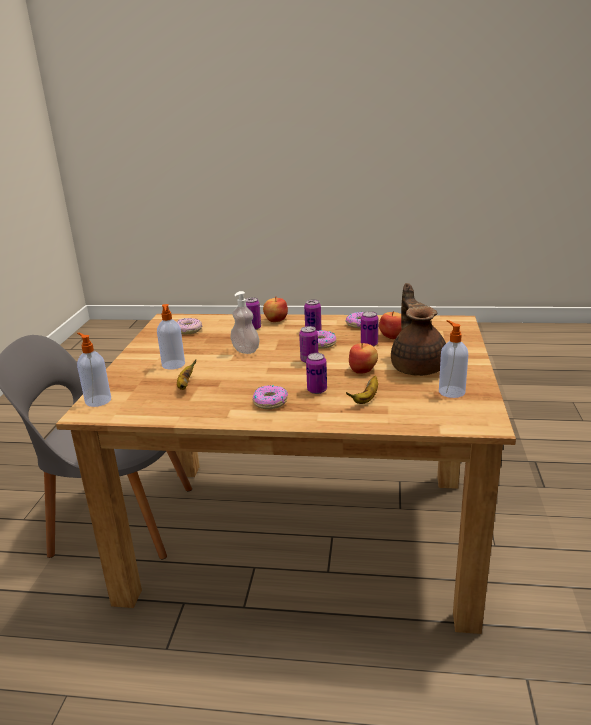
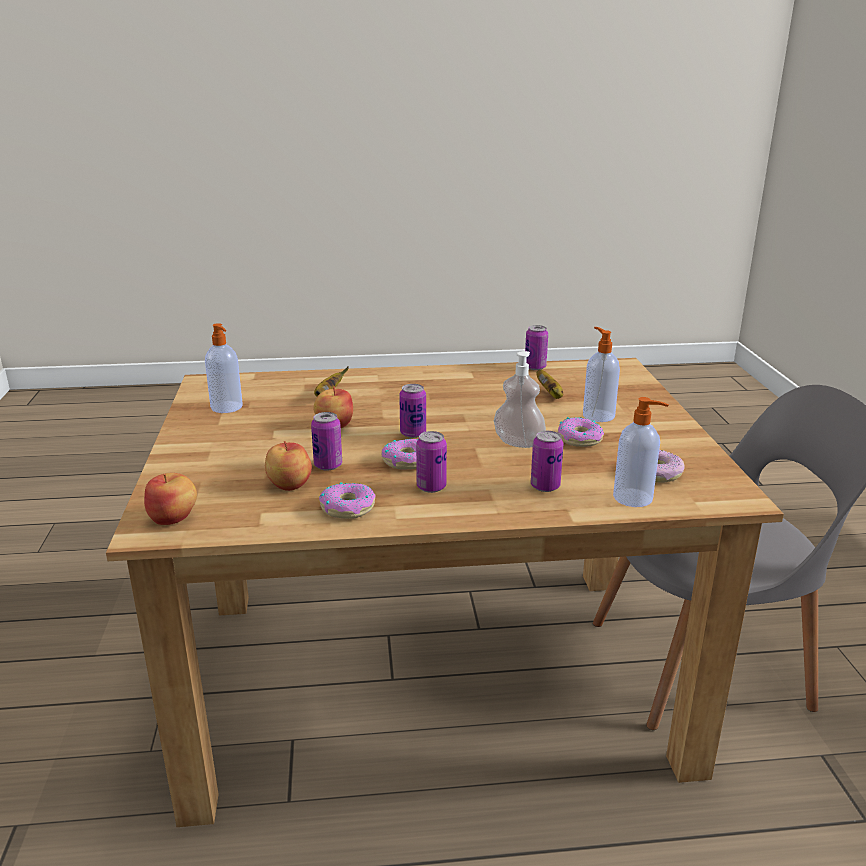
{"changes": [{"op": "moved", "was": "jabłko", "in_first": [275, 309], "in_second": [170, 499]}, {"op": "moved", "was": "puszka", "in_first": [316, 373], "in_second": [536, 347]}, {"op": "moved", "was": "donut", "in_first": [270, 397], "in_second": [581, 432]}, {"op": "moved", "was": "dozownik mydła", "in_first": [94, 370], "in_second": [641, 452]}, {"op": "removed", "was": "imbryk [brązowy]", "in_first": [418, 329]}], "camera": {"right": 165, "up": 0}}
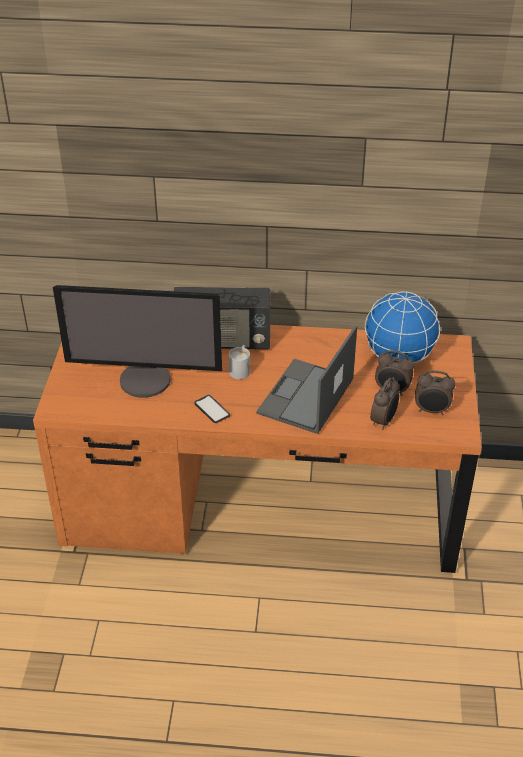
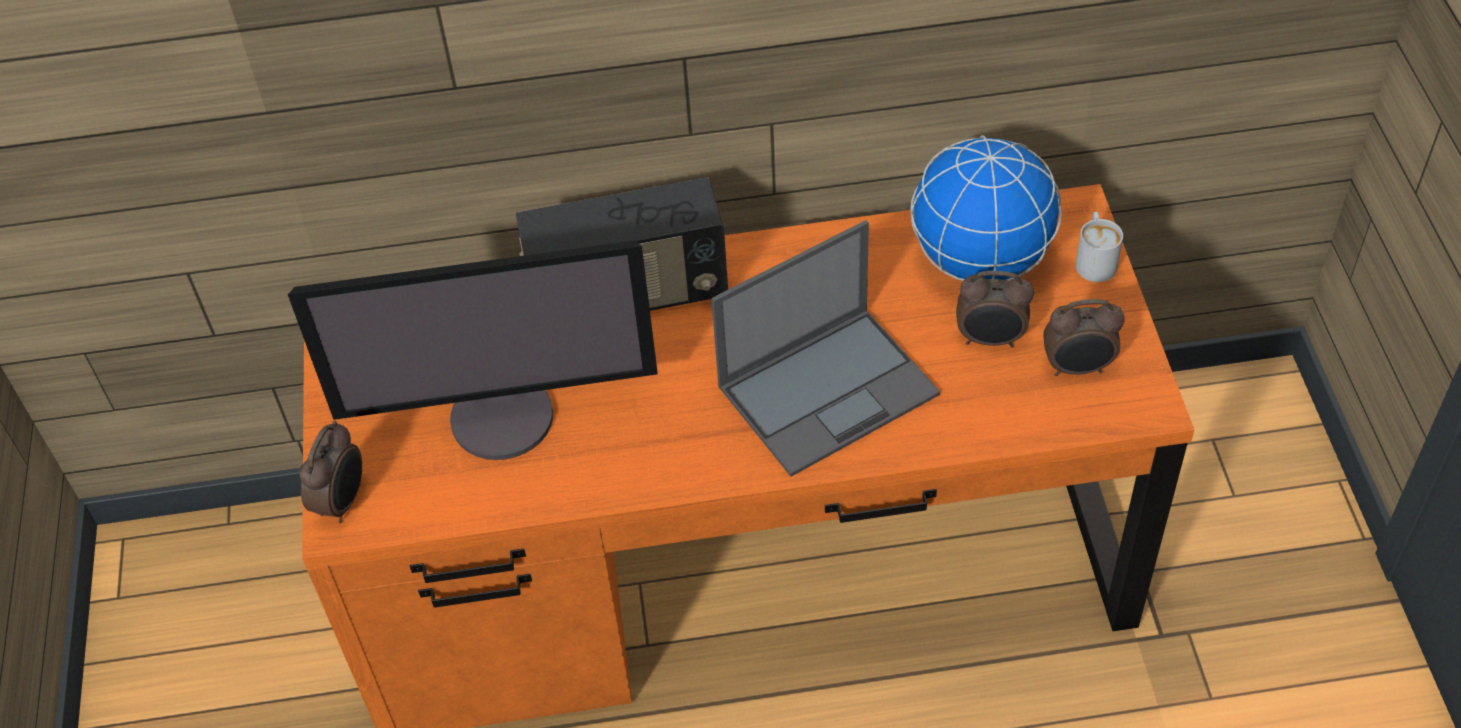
{"changes": [{"op": "moved", "was": "budzik", "in_first": [384, 403], "in_second": [330, 472]}, {"op": "turned", "was": "laptop", "in_first": [306, 380], "in_second": [825, 348], "clockwise": -135}, {"op": "moved", "was": "kubek [biały]", "in_first": [239, 362], "in_second": [1099, 247]}, {"op": "removed", "was": "telefon", "in_first": [212, 409]}], "camera": {"right": -10, "up": 10}}
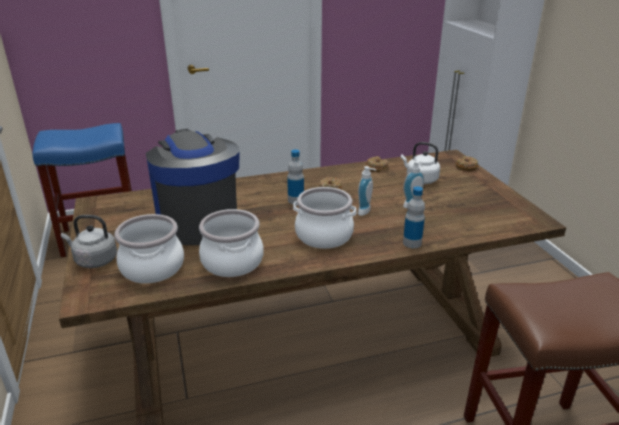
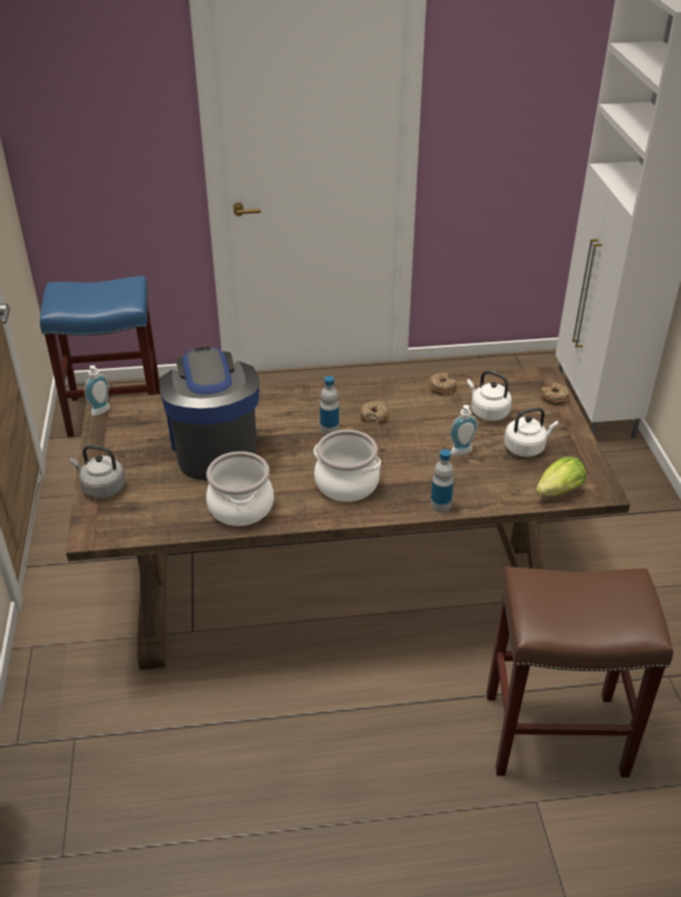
{"changes": [{"op": "moved", "was": "dozownik mydła", "in_first": [367, 191], "in_second": [97, 390]}, {"op": "added", "now": "czajnik [biały]", "in_second": [531, 432]}, {"op": "added", "now": "sałata", "in_second": [561, 476]}, {"op": "removed", "was": "garnek", "in_first": [149, 249]}], "camera": {"right": 10, "up": 10}}
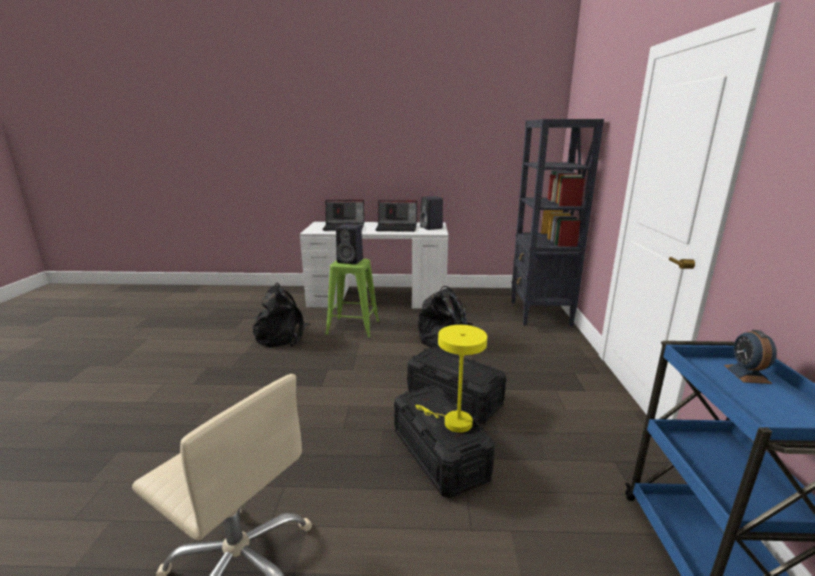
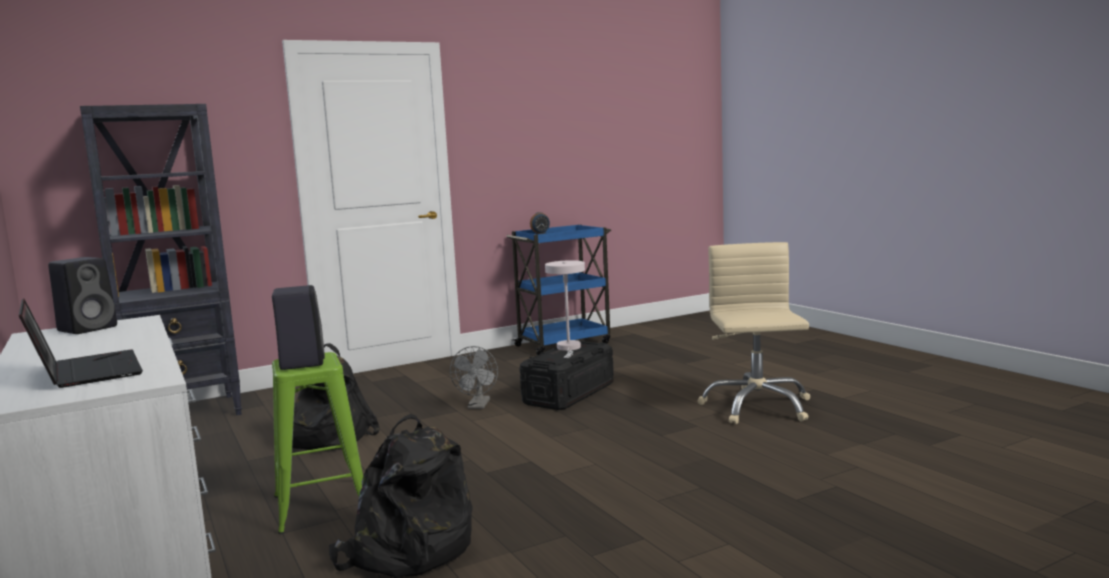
{"changes": [{"op": "replaced", "was": "pojemnik do przechowywania [czarny]", "now": "wentylator [szary]", "in_first": [456, 385], "in_second": [474, 377]}, {"op": "recoloured", "was": "lampa stołowa [żółty]", "now": "lampa stołowa [biały]", "in_first": [451, 379], "in_second": [565, 309]}, {"op": "removed", "was": "laptop", "in_first": [396, 216]}], "camera": {"right": -120, "up": -10}}
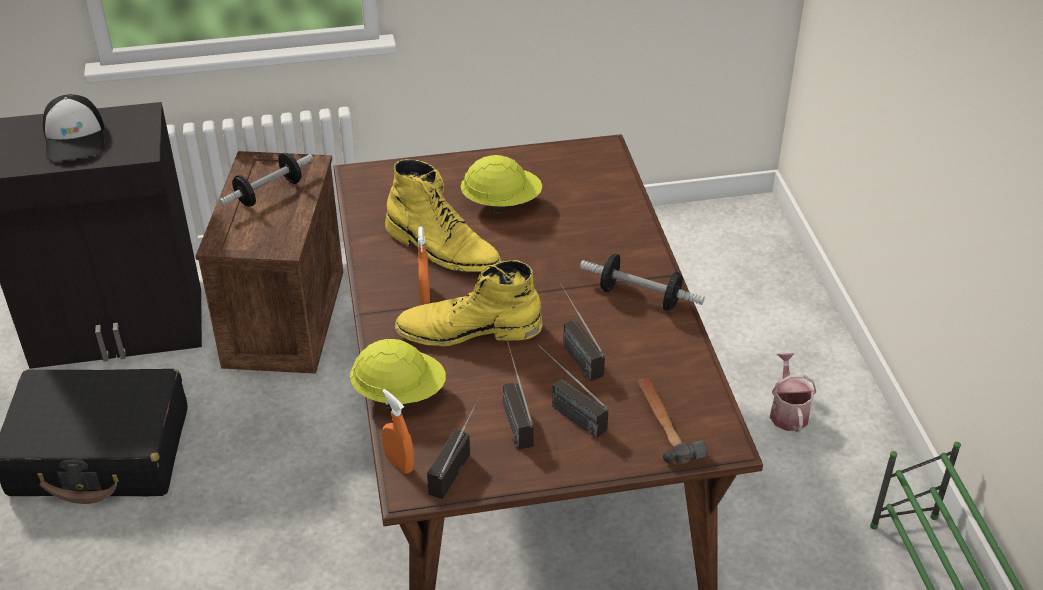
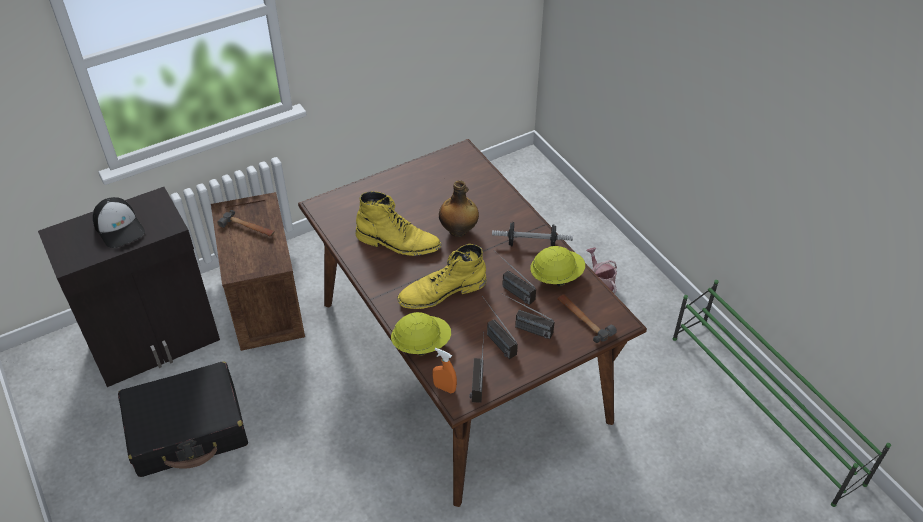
{"changes": [{"op": "replaced", "was": "hantel", "now": "młotek", "in_first": [266, 179], "in_second": [246, 223]}, {"op": "added", "now": "butelka", "in_second": [459, 208]}, {"op": "moved", "was": "kask [żółty]", "in_first": [501, 184], "in_second": [557, 266]}, {"op": "removed", "was": "spryskiwacz [pomarańczowy]", "in_first": [424, 265]}], "camera": {"right": -20, "up": 5}}
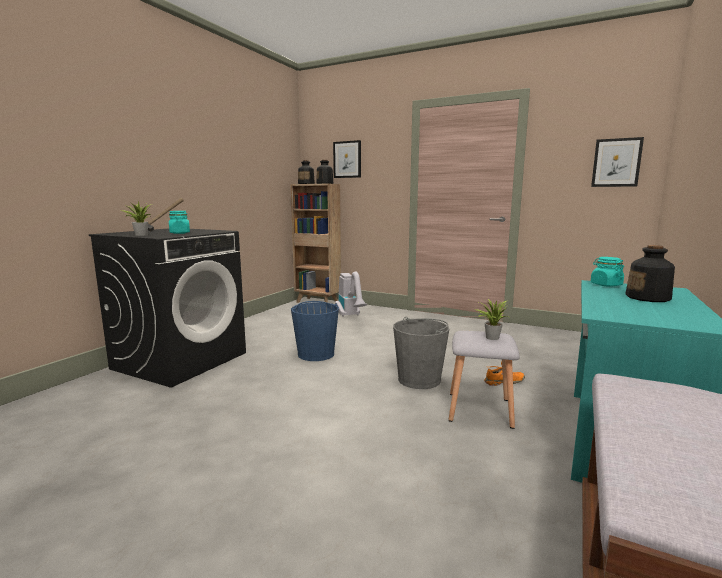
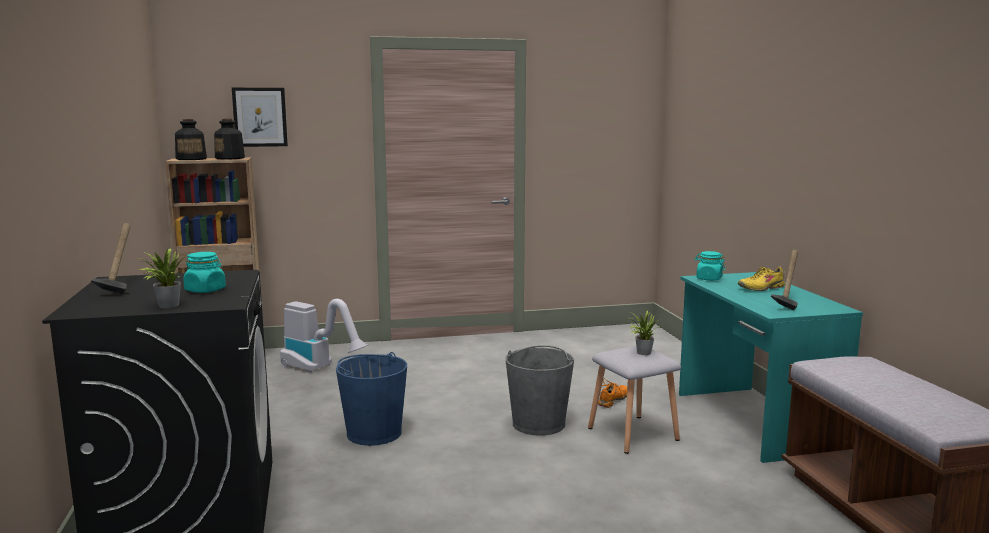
{"changes": [{"op": "replaced", "was": "butelka", "now": "but [żółty]", "in_first": [650, 273], "in_second": [761, 278]}, {"op": "added", "now": "młotek", "in_second": [784, 280]}, {"op": "removed", "was": "obraz", "in_first": [617, 162]}], "camera": {"right": -40, "up": 0}}
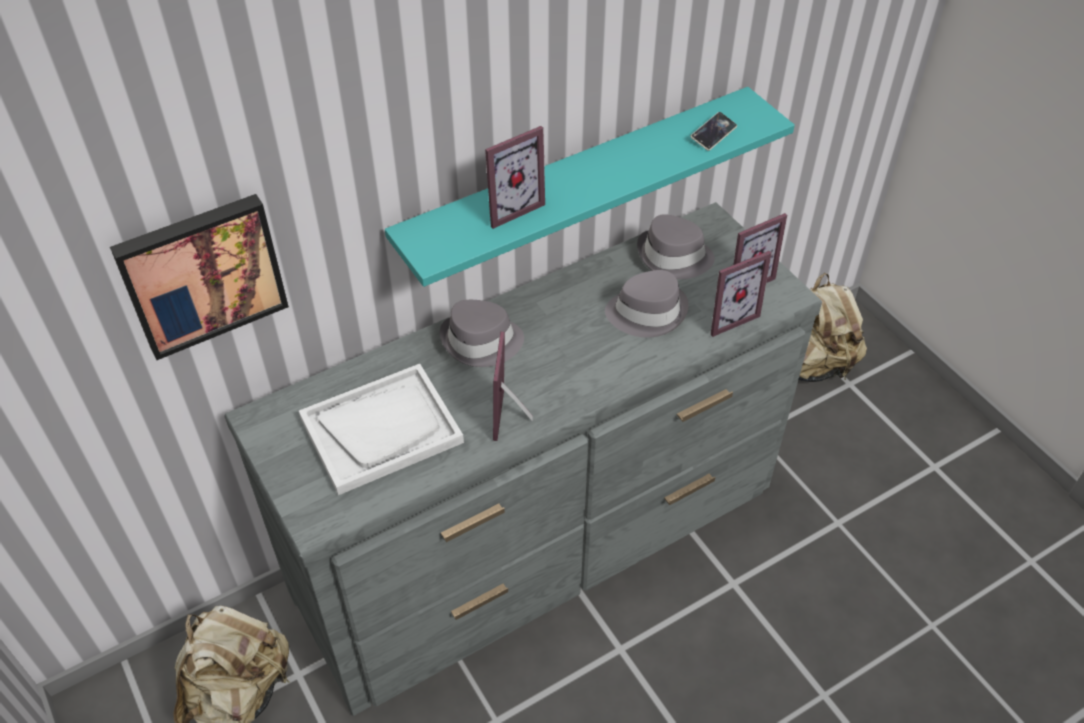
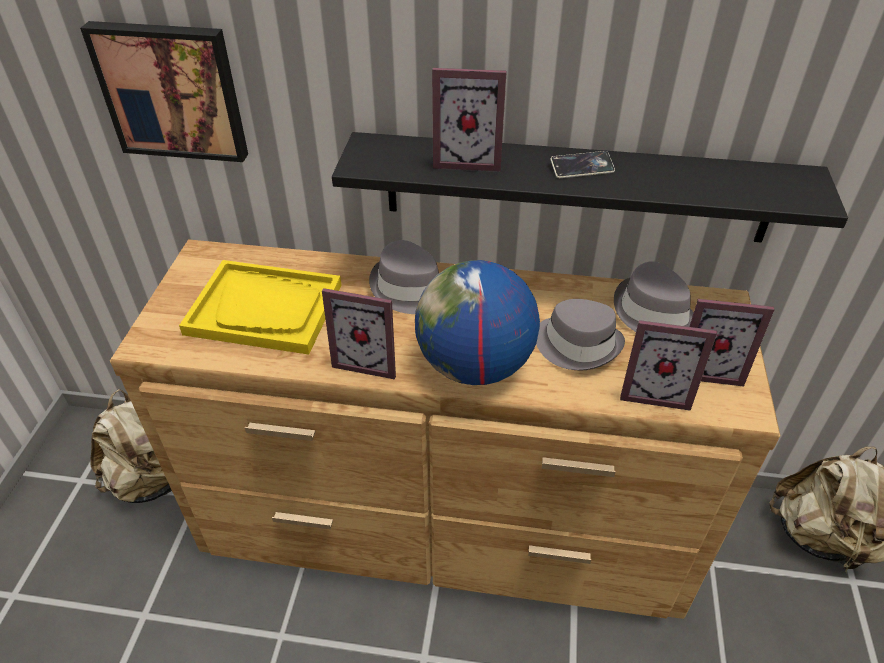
{"changes": [{"op": "recoloured", "was": "komoda [szary]", "now": "komoda [brązowy]", "in_first": [523, 459], "in_second": [445, 429]}, {"op": "recoloured", "was": "taca [biały]", "now": "taca [żółty]", "in_first": [381, 429], "in_second": [260, 307]}, {"op": "turned", "was": "ramka na zdjęcie", "in_first": [513, 386], "in_second": [359, 333], "clockwise": -120}, {"op": "recoloured", "was": "półka [turkusowy]", "now": "półka [czarny]", "in_first": [590, 187], "in_second": [590, 187]}, {"op": "added", "now": "globus", "in_second": [477, 322]}, {"op": "moved", "was": "telefon", "in_first": [713, 131], "in_second": [582, 164]}], "camera": {"right": 40, "up": -5}}
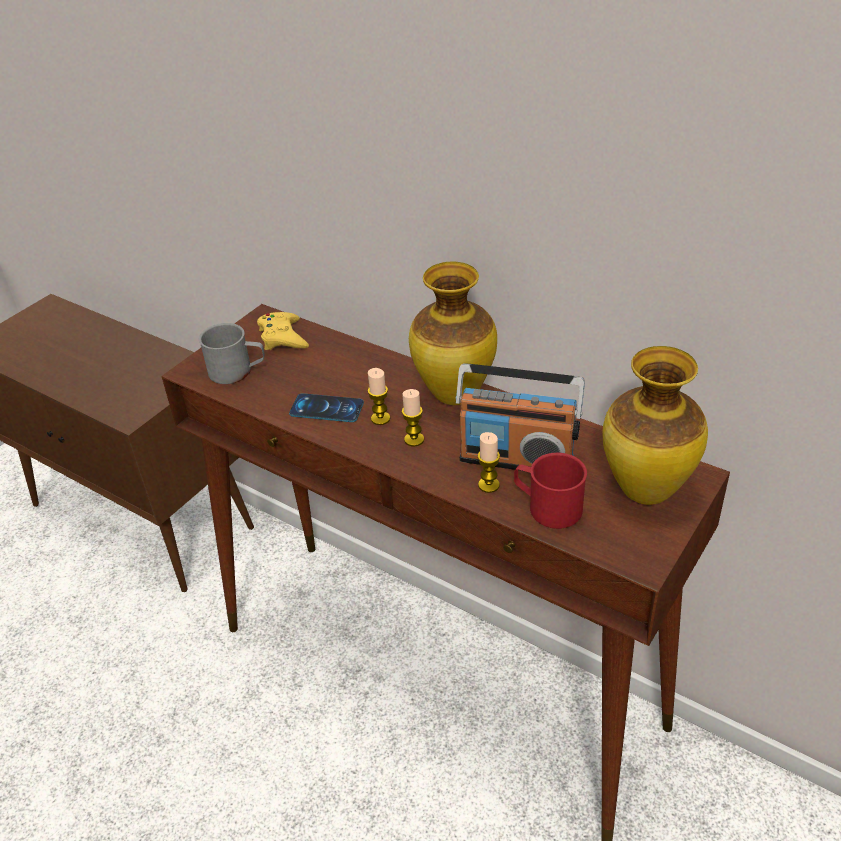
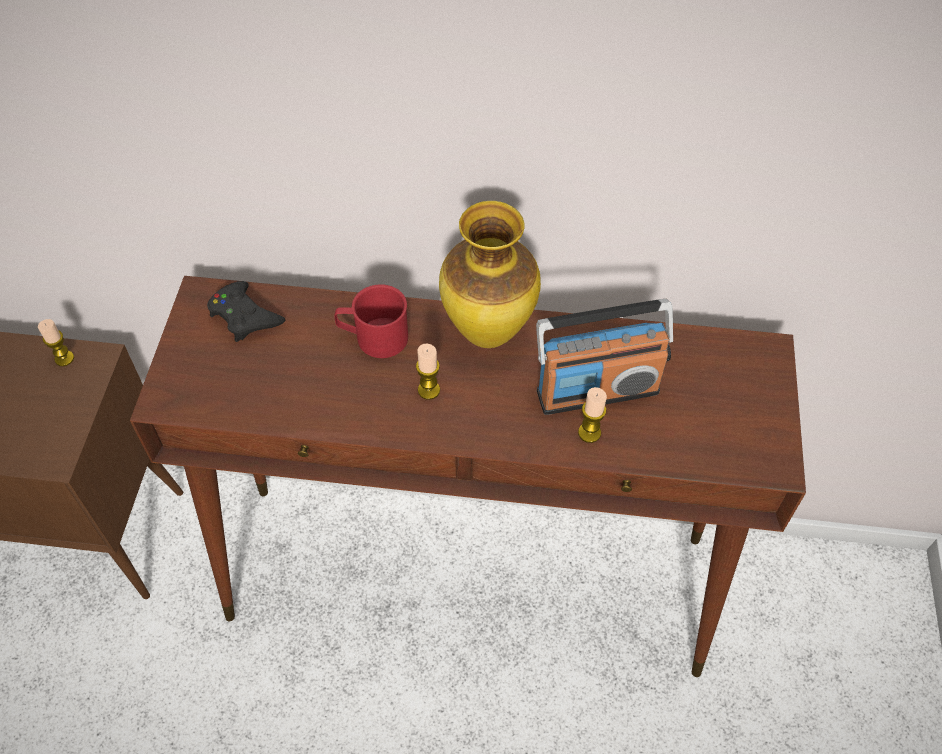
{"changes": [{"op": "moved", "was": "świeca", "in_first": [413, 417], "in_second": [56, 342]}, {"op": "recoloured", "was": "pad do gier [żółty]", "now": "pad do gier [czarny]", "in_first": [283, 331], "in_second": [246, 311]}, {"op": "moved", "was": "kubek [czerwony]", "in_first": [550, 491], "in_second": [371, 321]}, {"op": "removed", "was": "kubek [szary]", "in_first": [232, 353]}, {"op": "removed", "was": "telefon", "in_first": [326, 407]}, {"op": "removed", "was": "wazon", "in_first": [655, 425]}], "camera": {"right": -30, "up": 15}}
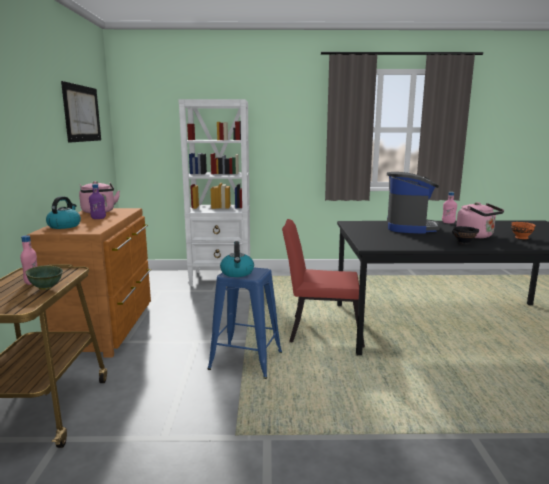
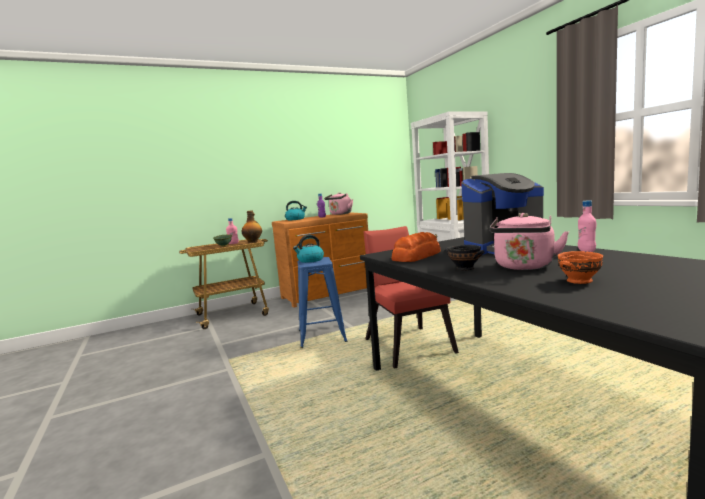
{"changes": [{"op": "added", "now": "butelka", "in_second": [252, 227]}, {"op": "added", "now": "chleb", "in_second": [416, 247]}, {"op": "removed", "was": "obraz", "in_first": [81, 112]}], "camera": {"right": 65, "up": -5}}
